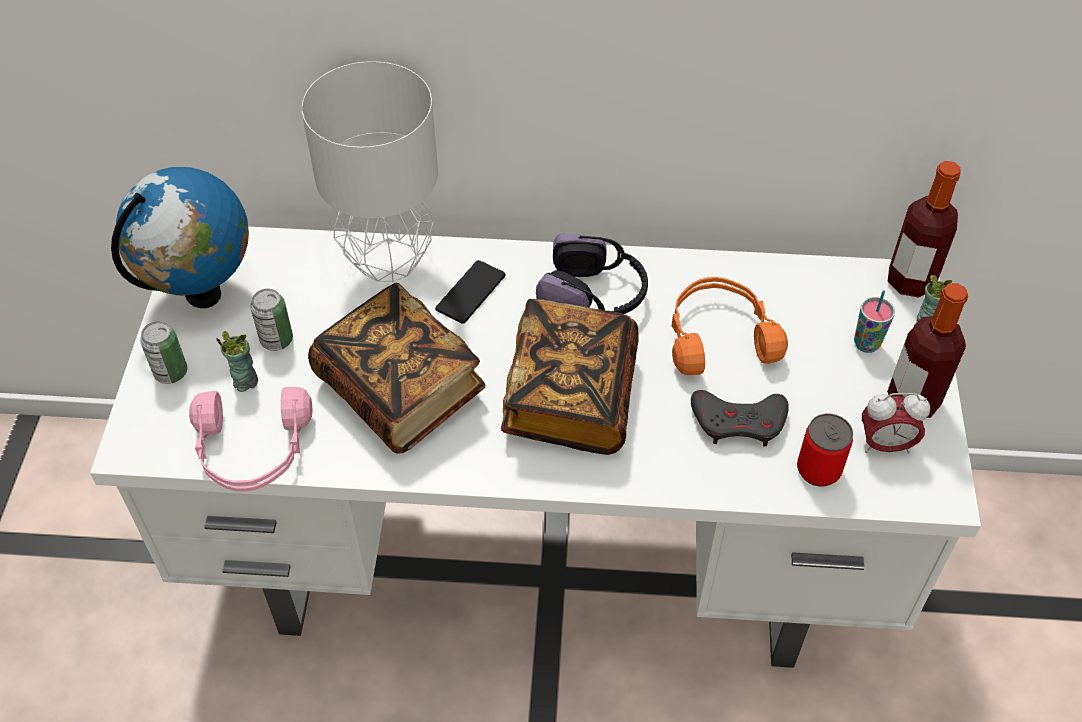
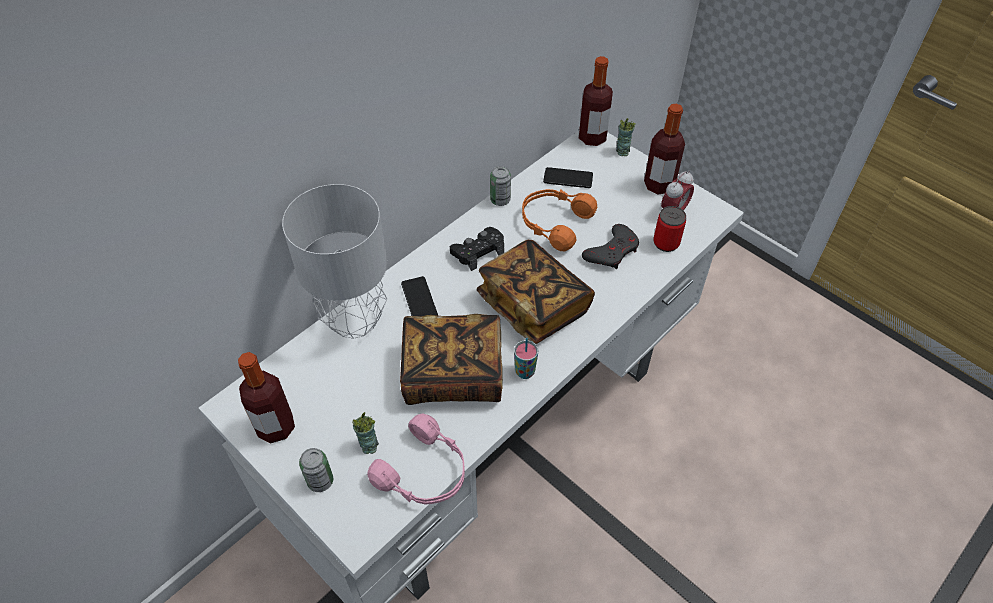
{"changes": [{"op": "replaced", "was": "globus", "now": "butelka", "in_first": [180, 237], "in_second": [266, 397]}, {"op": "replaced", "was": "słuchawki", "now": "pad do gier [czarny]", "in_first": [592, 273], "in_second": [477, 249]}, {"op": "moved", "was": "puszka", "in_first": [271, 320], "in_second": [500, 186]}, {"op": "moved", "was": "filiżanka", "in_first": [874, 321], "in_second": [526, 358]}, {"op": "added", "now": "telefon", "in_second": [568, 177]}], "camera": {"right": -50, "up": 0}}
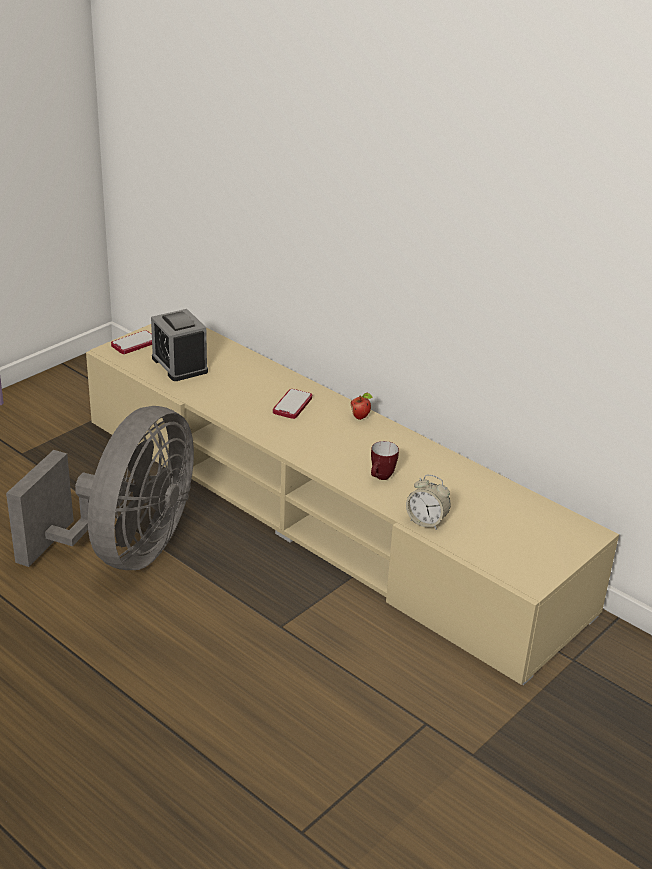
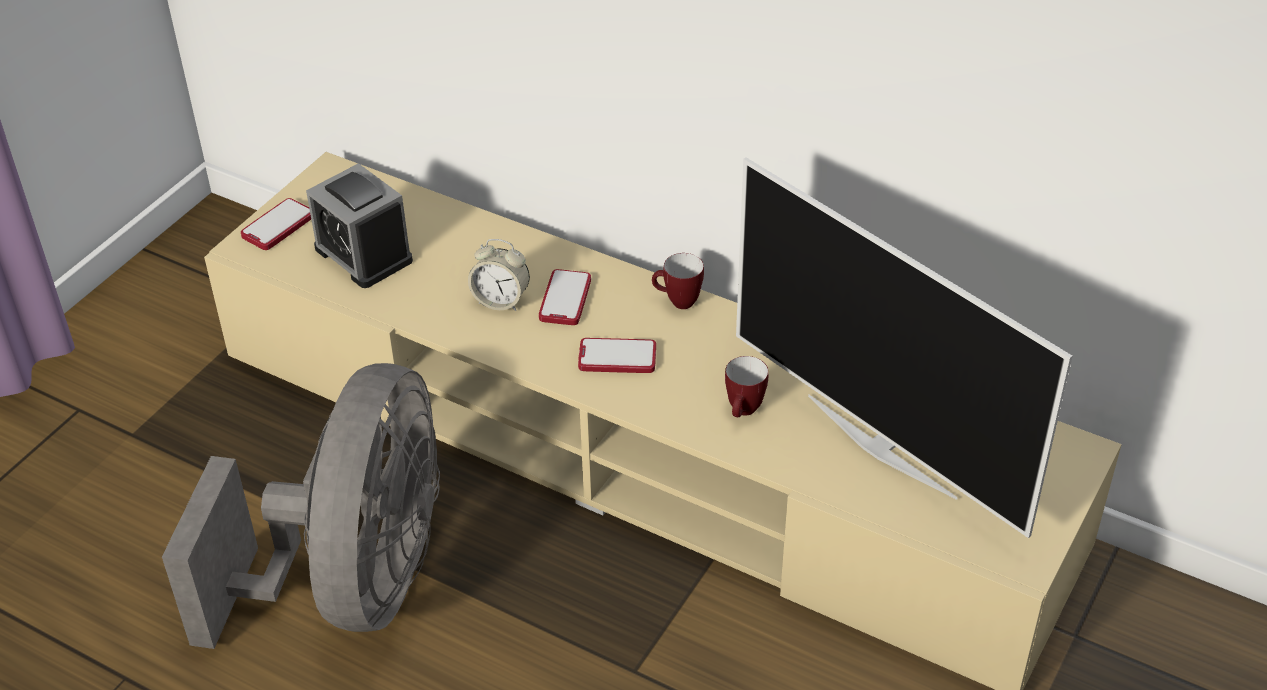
{"changes": [{"op": "moved", "was": "budzik", "in_first": [428, 502], "in_second": [499, 275]}, {"op": "added", "now": "telefon", "in_second": [617, 355]}, {"op": "replaced", "was": "jabłko", "now": "kubek", "in_first": [362, 406], "in_second": [678, 281]}, {"op": "added", "now": "telewizor", "in_second": [904, 347]}], "camera": {"right": -10, "up": 10}}
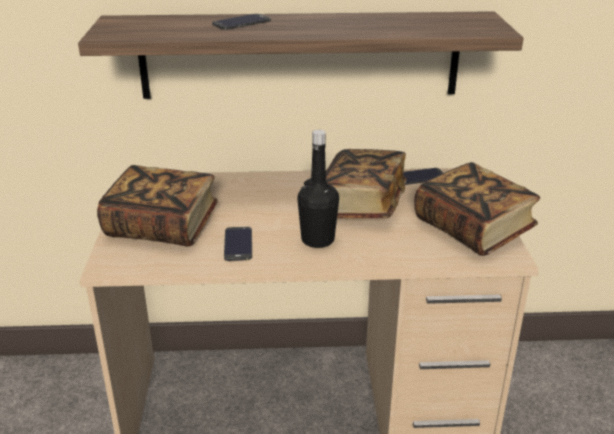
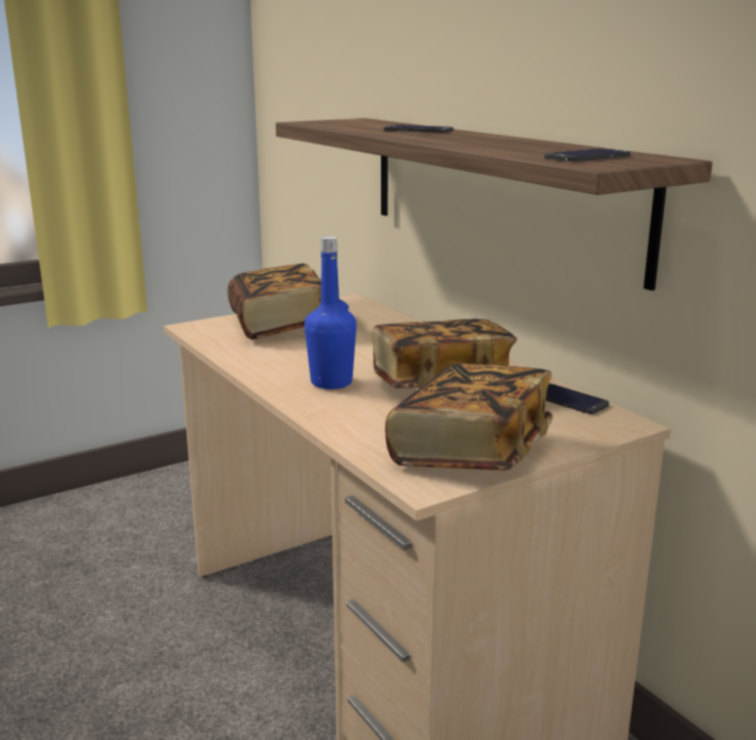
{"changes": [{"op": "recoloured", "was": "butelka [czarny]", "now": "butelka [niebieski]", "in_first": [318, 189], "in_second": [331, 312]}, {"op": "moved", "was": "telefon", "in_first": [238, 244], "in_second": [588, 155]}], "camera": {"right": 60, "up": -10}}
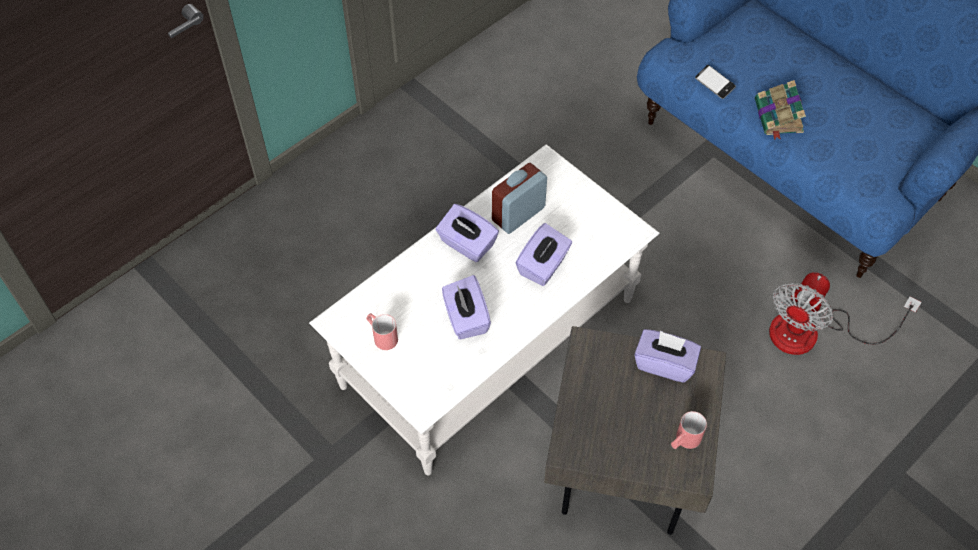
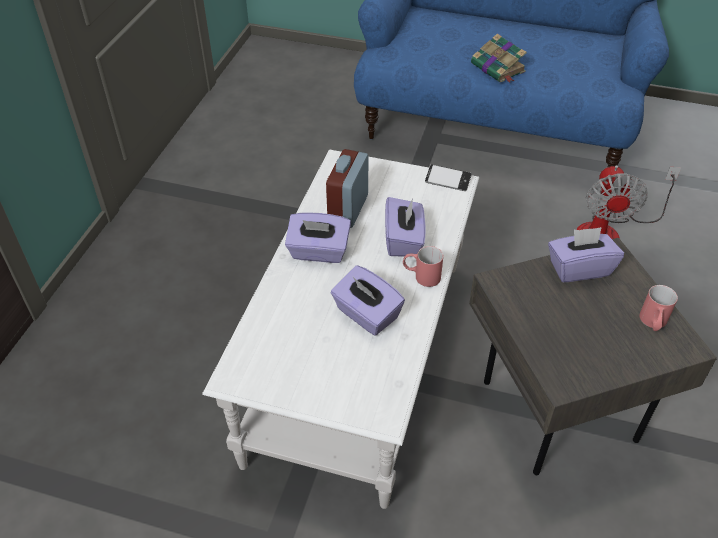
{"changes": [{"op": "moved", "was": "kubek [czerwony]", "in_first": [382, 331], "in_second": [423, 266]}, {"op": "moved", "was": "telefon", "in_first": [715, 82], "in_second": [448, 177]}], "camera": {"right": -30, "up": -10}}
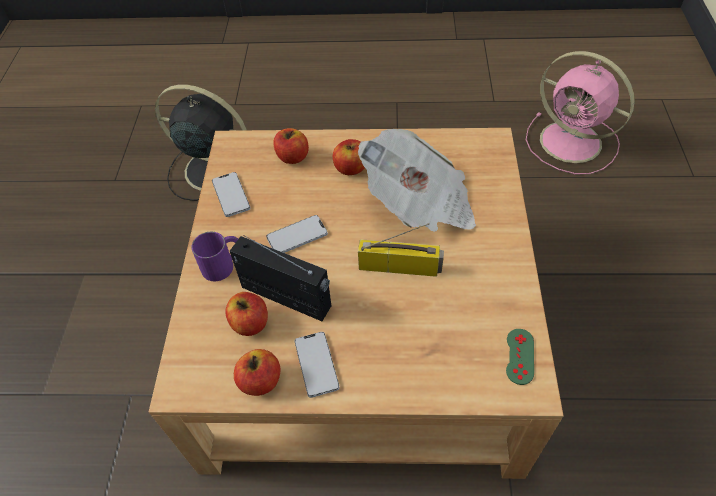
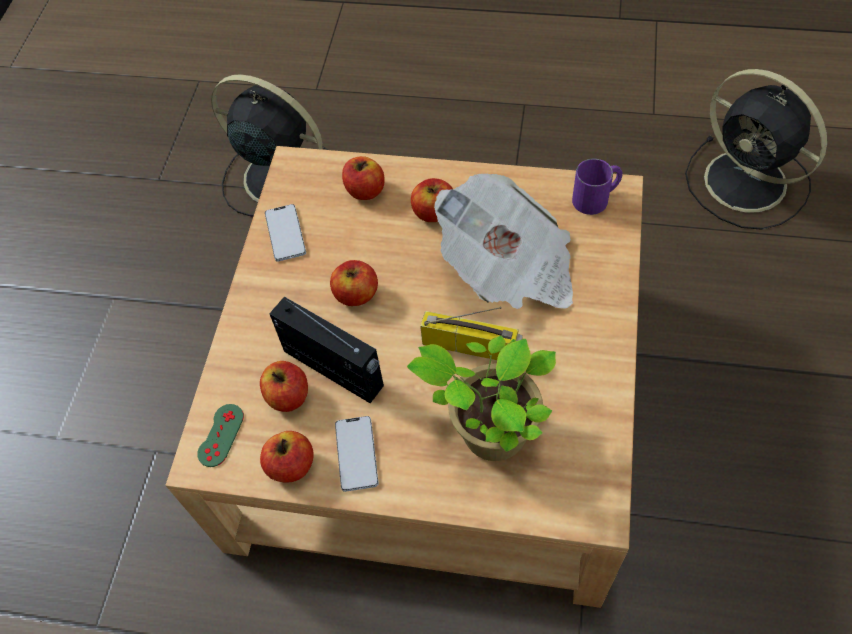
{"changes": [{"op": "moved", "was": "pad do gier [zielony]", "in_first": [520, 357], "in_second": [220, 435]}, {"op": "replaced", "was": "telefon", "now": "jabłko", "in_first": [297, 234], "in_second": [354, 283]}, {"op": "added", "now": "roślina doniczkowa", "in_second": [481, 398]}, {"op": "moved", "was": "kubek [fioletowy]", "in_first": [214, 256], "in_second": [597, 187]}, {"op": "recoloured", "was": "wentylator [różowy]", "now": "wentylator [czarny]", "in_first": [580, 112], "in_second": [756, 149]}], "camera": {"right": 10, "up": 5}}
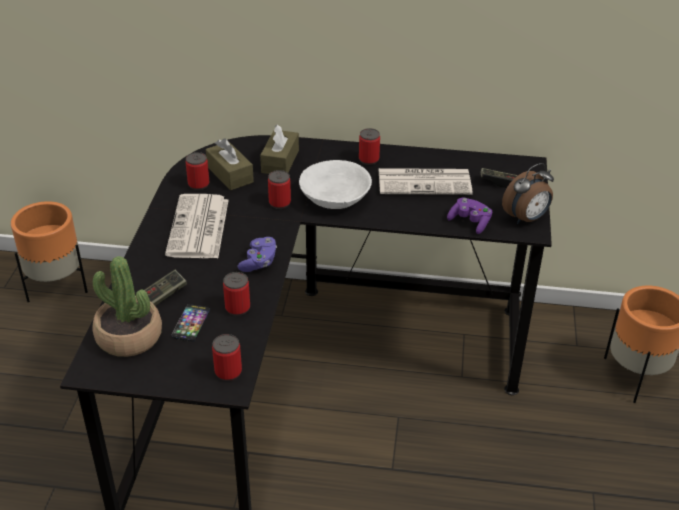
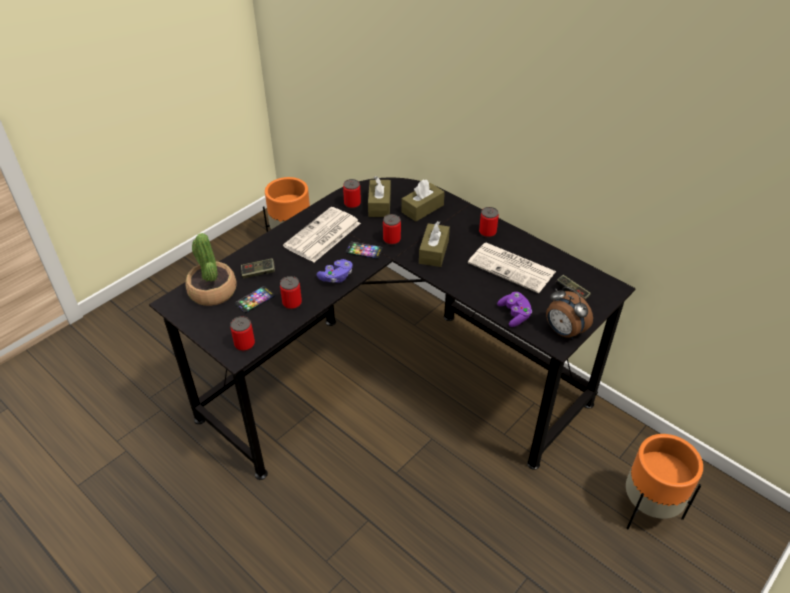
{"changes": [{"op": "added", "now": "telefon", "in_second": [364, 250]}, {"op": "replaced", "was": "miska [biały]", "now": "pudełko chusteczek [brązowy]", "in_first": [335, 184], "in_second": [434, 244]}, {"op": "turned", "was": "budzik", "in_first": [528, 193], "in_second": [569, 313], "clockwise": 45}], "camera": {"right": 35, "up": 5}}
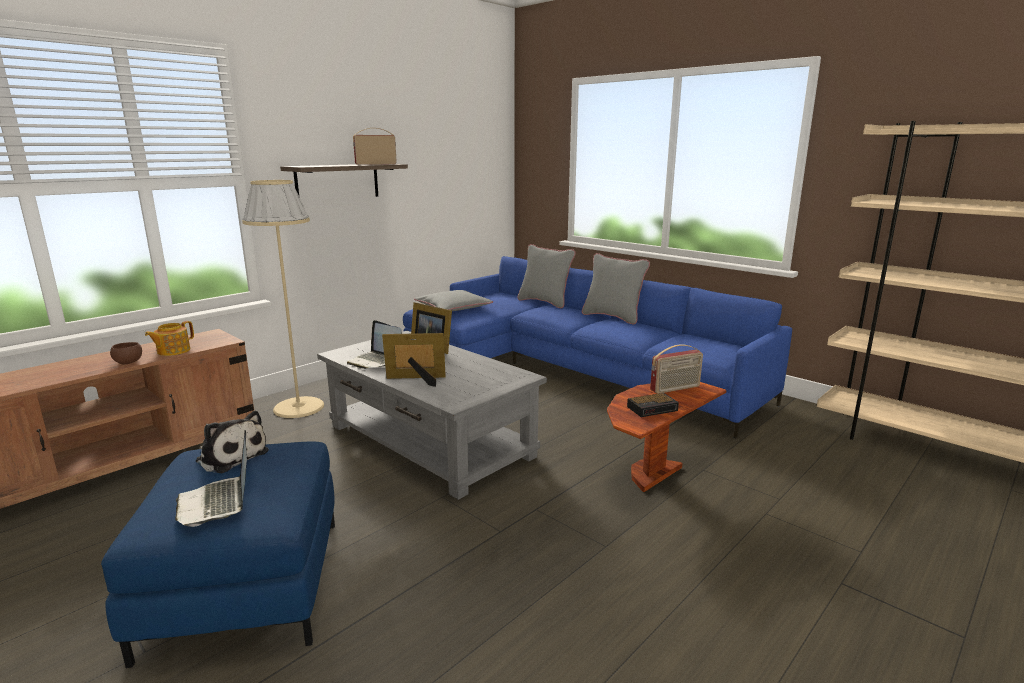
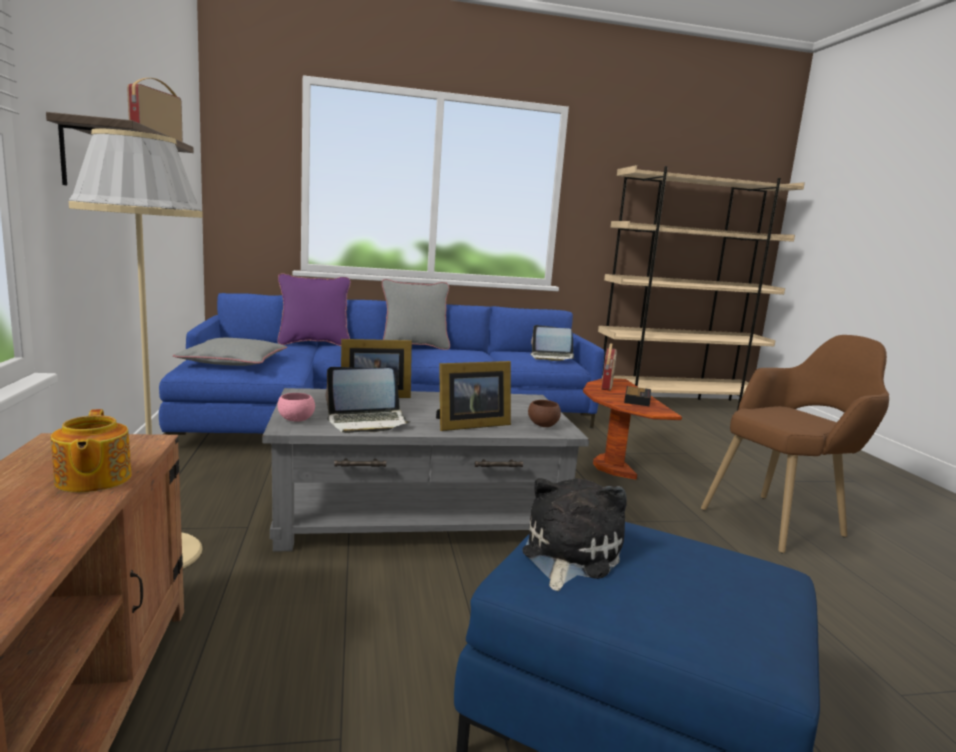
{"changes": [{"op": "recoloured", "was": "poduszka [szary]", "now": "poduszka [fioletowy]", "in_first": [546, 276], "in_second": [314, 309]}, {"op": "added", "now": "miska [różowy]", "in_second": [296, 407]}, {"op": "turned", "was": "ramka na zdjęcie", "in_first": [414, 360], "in_second": [473, 396], "clockwise": -150}, {"op": "turned", "was": "pluszak", "in_first": [232, 442], "in_second": [575, 534], "clockwise": -45}, {"op": "moved", "was": "miska [brązowy]", "in_first": [126, 353], "in_second": [544, 413]}, {"op": "moved", "was": "laptop", "in_first": [211, 478], "in_second": [552, 343]}, {"op": "added", "now": "fotel [brązowy]", "in_second": [795, 444]}], "camera": {"right": -55, "up": -5}}
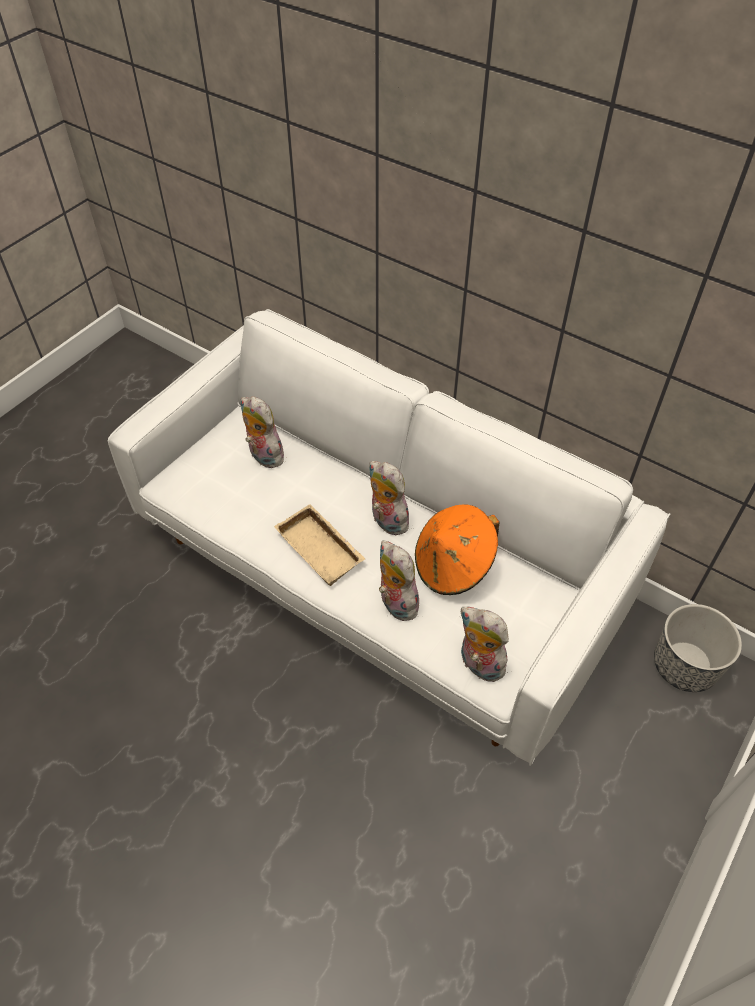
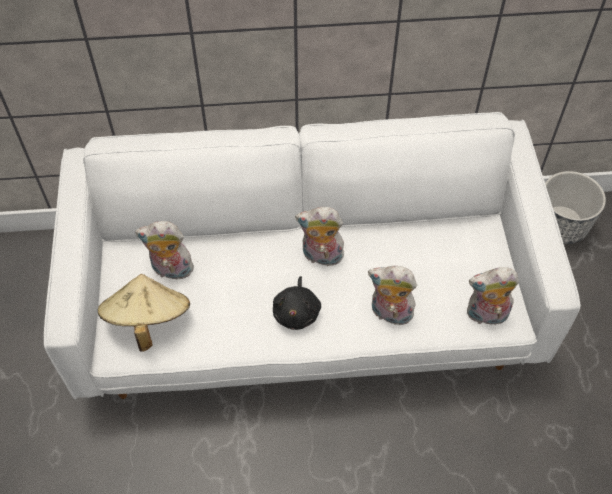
{"changes": [{"op": "added", "now": "kapelusz [beżowy]", "in_second": [144, 313]}, {"op": "replaced", "was": "taca [beżowy]", "now": "pluszak [czarny]", "in_first": [319, 545], "in_second": [297, 303]}, {"op": "removed", "was": "kapelusz [pomarańczowy]", "in_first": [457, 549]}], "camera": {"right": -40, "up": 5}}
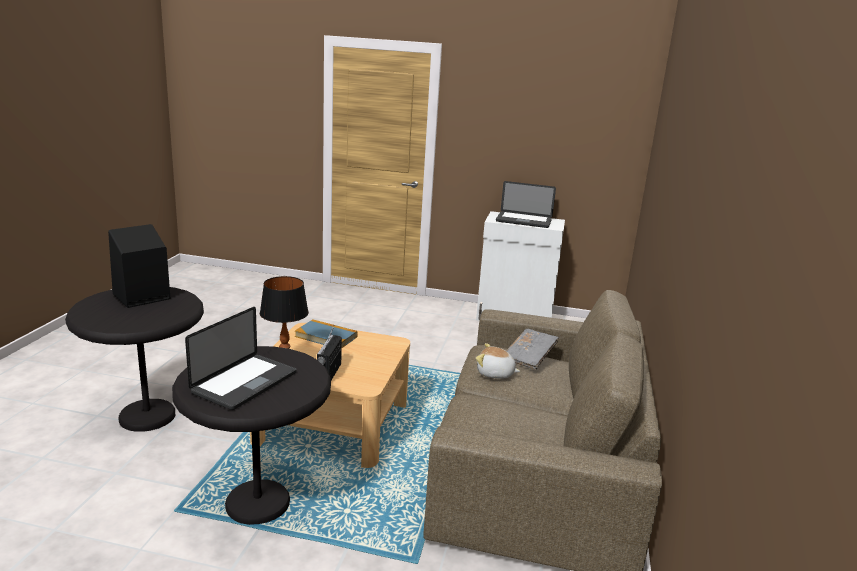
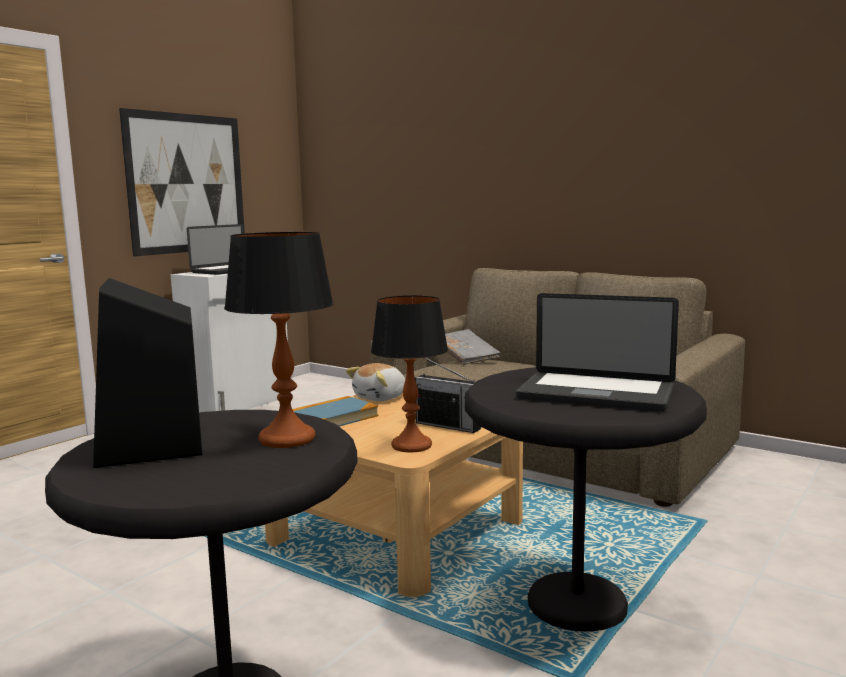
{"changes": [{"op": "added", "now": "obraz", "in_second": [182, 182]}, {"op": "added", "now": "lampa stołowa", "in_second": [279, 340]}, {"op": "moved", "was": "pluszak", "in_first": [498, 361], "in_second": [375, 382]}, {"op": "turned", "was": "laptop", "in_first": [240, 358], "in_second": [597, 352], "clockwise": 150}], "camera": {"right": -65, "up": -10}}
